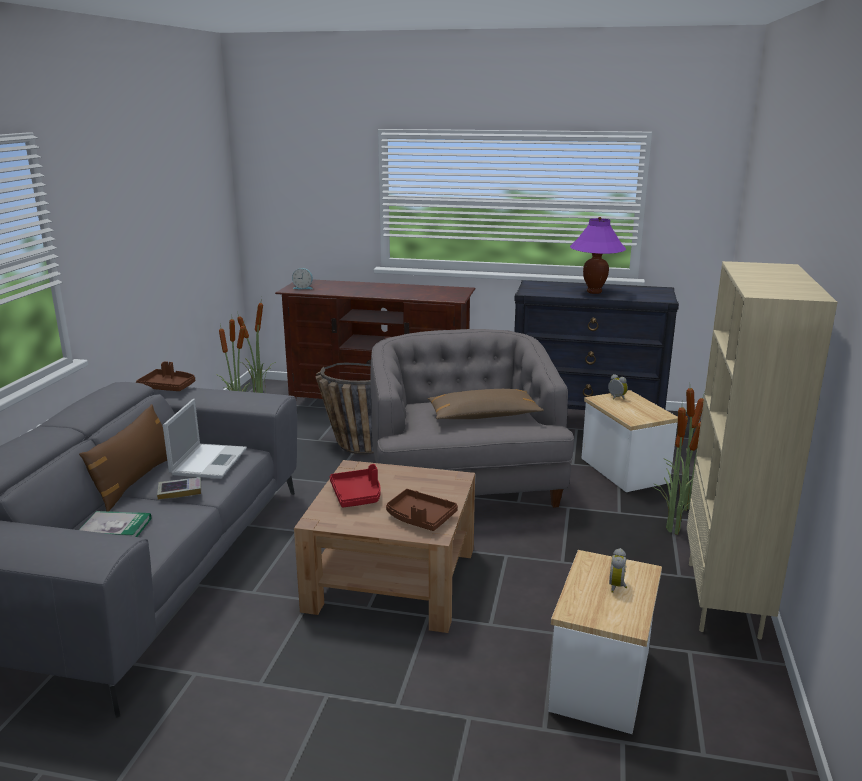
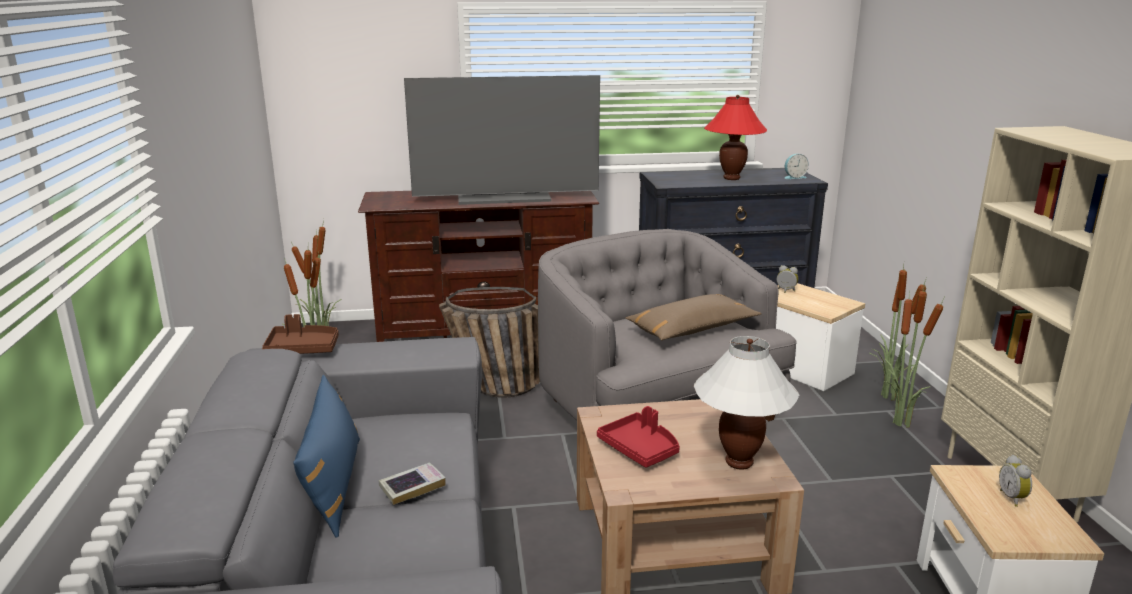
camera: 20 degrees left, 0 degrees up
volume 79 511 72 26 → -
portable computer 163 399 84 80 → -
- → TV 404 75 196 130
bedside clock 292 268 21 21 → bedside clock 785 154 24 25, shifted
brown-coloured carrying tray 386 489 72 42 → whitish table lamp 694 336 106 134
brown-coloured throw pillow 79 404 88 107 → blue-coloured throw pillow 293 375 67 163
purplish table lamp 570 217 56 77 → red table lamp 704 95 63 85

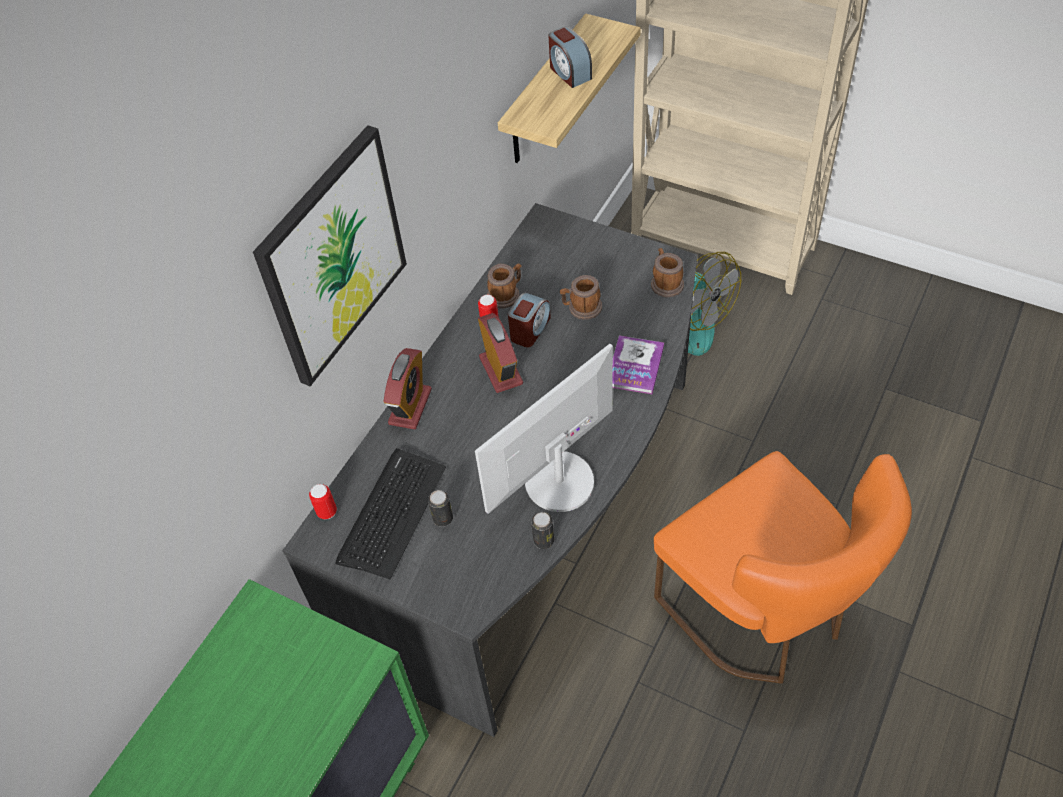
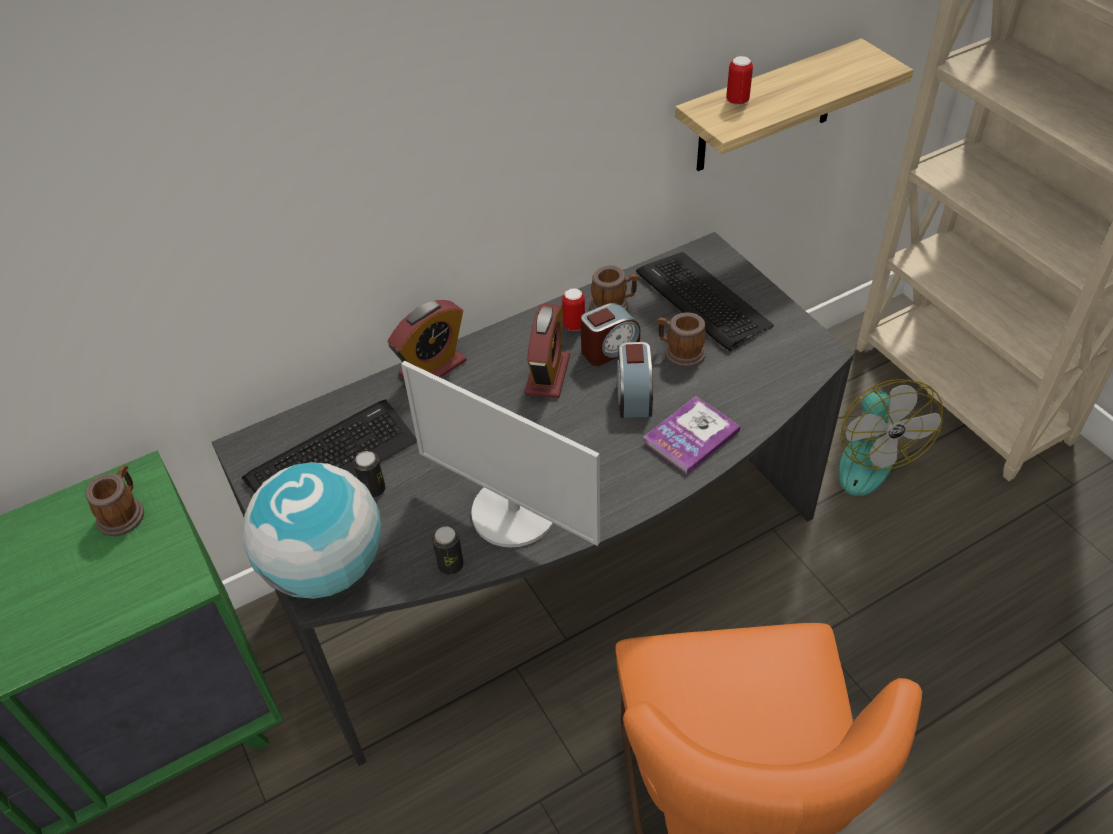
camera: 30 degrees right, 5 degrees down
wall picture 253 125 154 261 → -
- → world globe 243 462 139 137
- → keyboard 636 252 138 99
metal can 309 484 28 35 → metal can 726 56 27 49, shifted
bedside clock 548 27 44 61 → bedside clock 617 342 36 76, shifted
mug 651 248 33 49 → mug 86 465 58 71, shifted
computer display 475 344 138 170 → computer display 401 361 199 186, 135 degrees counterclockwise

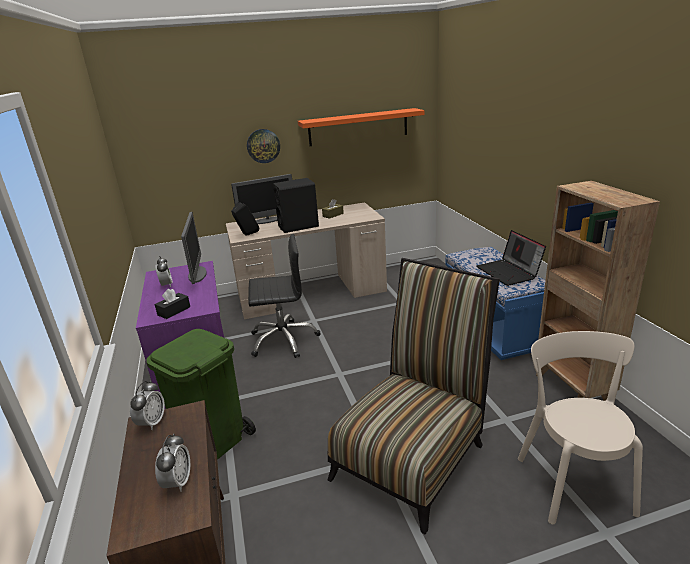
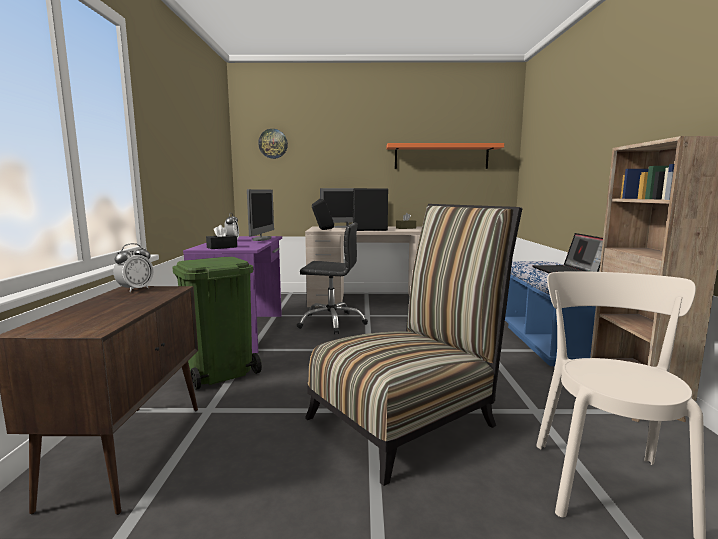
camera: 15 degrees right, 15 degrees down
bedside clock 155 434 35 58 → -
clock on the wall 247 129 33 34 → clock on the wall 258 129 30 30, shifted

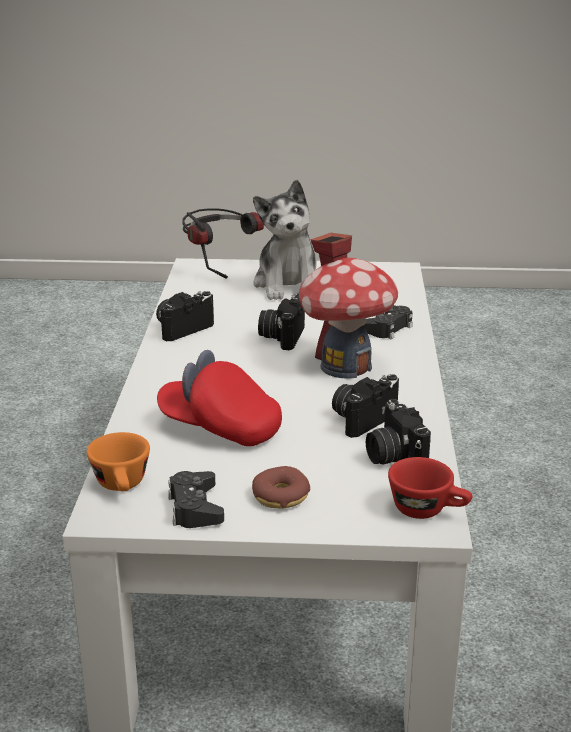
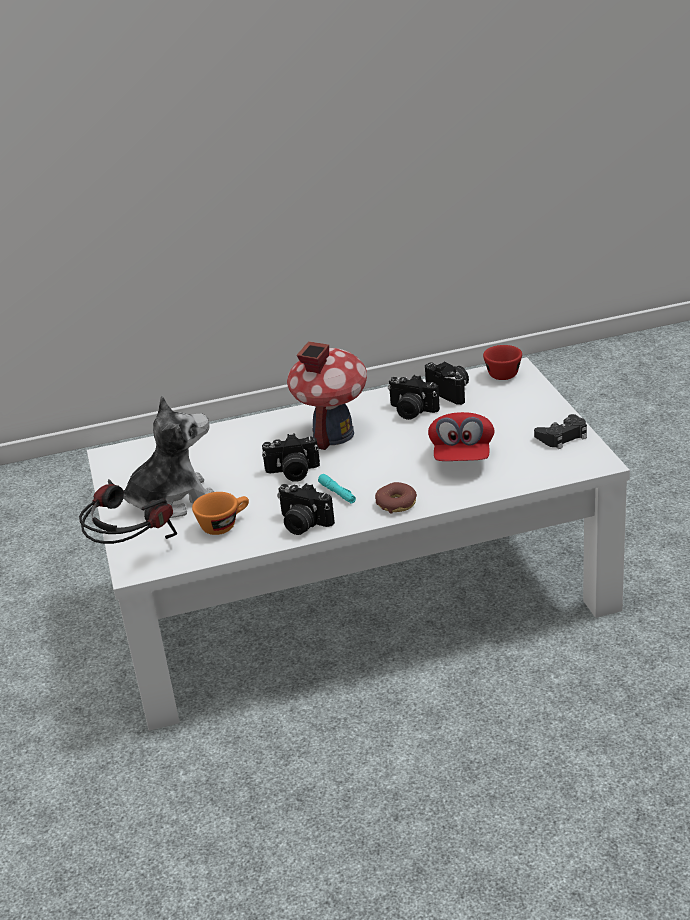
camera: 105 degrees left, 5 degrees up
blackish gamepad 364 305 49 34 → -
- → turquoise-coloured hand torch 318 474 38 30
orange drinking cup 87 432 63 59 → orange drinking cup 192 492 57 43, shifted
doughnut 252 466 58 43 → doughnut 375 482 42 32, shifted
still camera 366 399 65 65 → still camera 425 362 44 43, 90 degrees counterclockwise

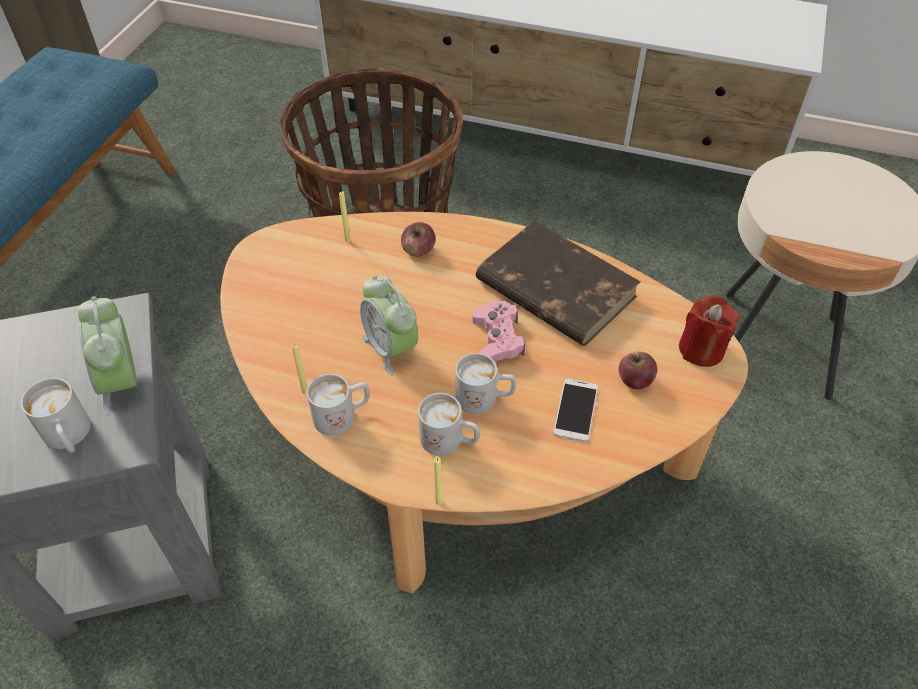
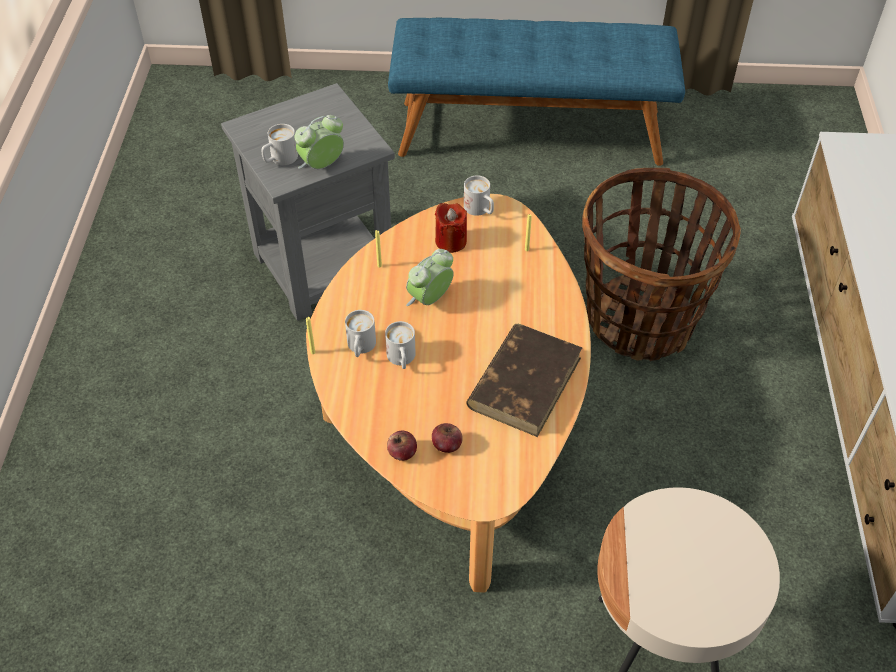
camera: 75 degrees right, 0 degrees up
pinkish gamepad 472 301 53 61 → -
telephone 553 379 45 63 → -
whitish mug 307 374 63 62 → whitish mug 464 175 30 41, shifted
apple 401 222 35 35 → apple 387 431 30 30, shifted
red candle 679 295 61 72 → red candle 435 203 32 50, shifted

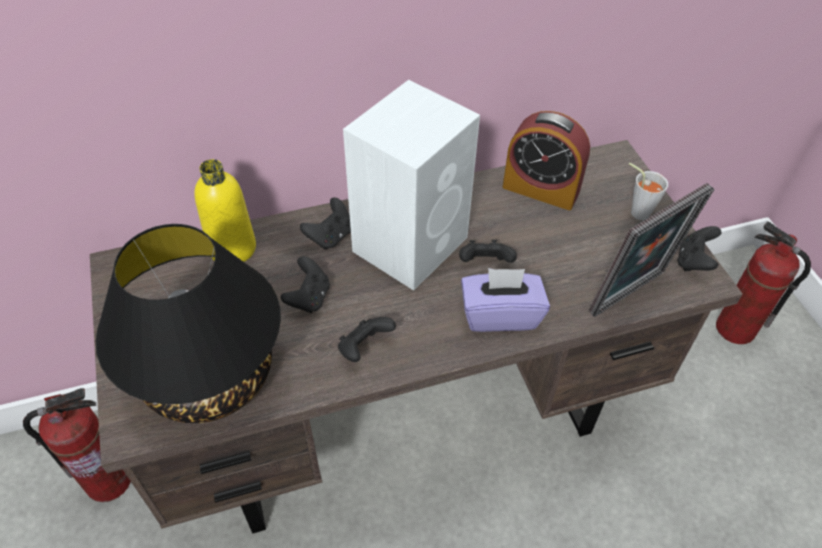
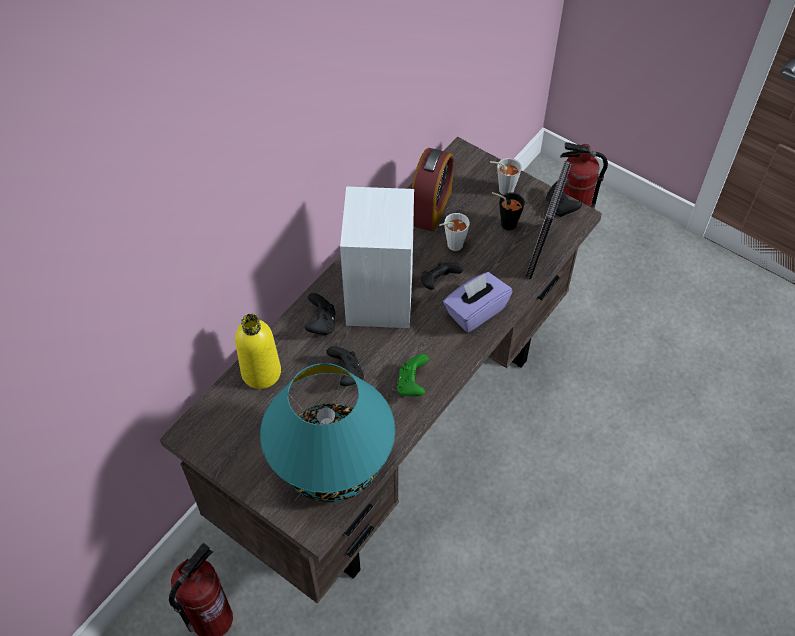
camera: 35 degrees left, 5 degrees up
- → whitish drinking cup 439 213 31 38
- → blackish drinking cup 492 192 33 38
blackish table lamp 96 224 185 199 → turquoise-coloured table lamp 260 363 135 139
blackish gamepad 338 317 58 45 → greenish gamepad 397 354 32 42
bedside clock 503 111 87 99 → bedside clock 412 148 42 84, 60 degrees counterclockwise

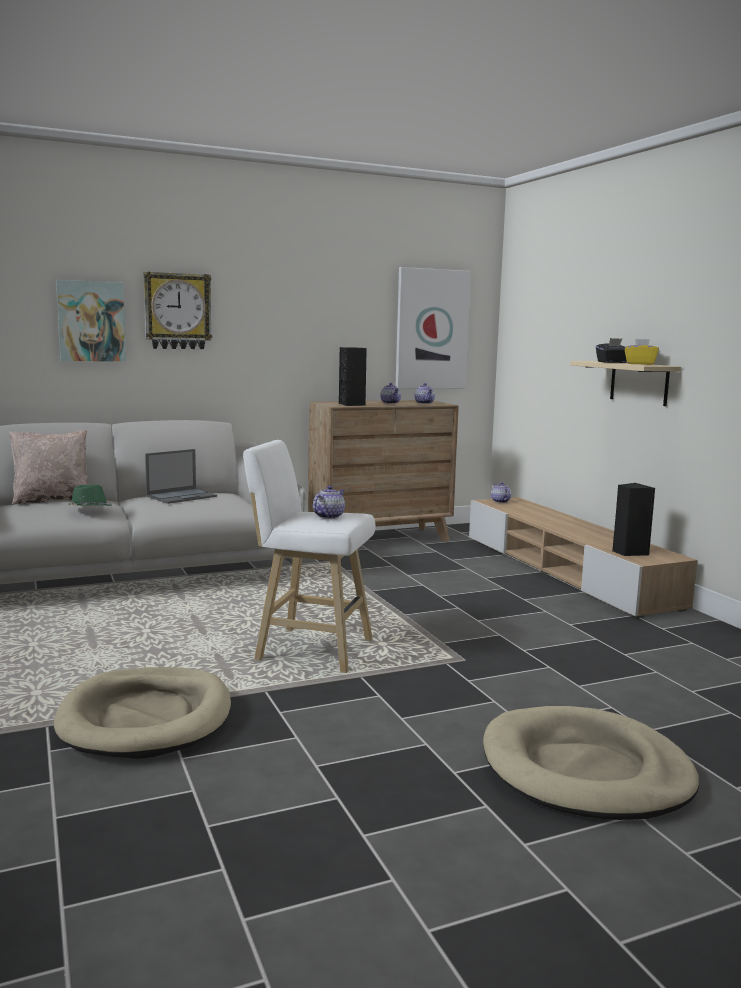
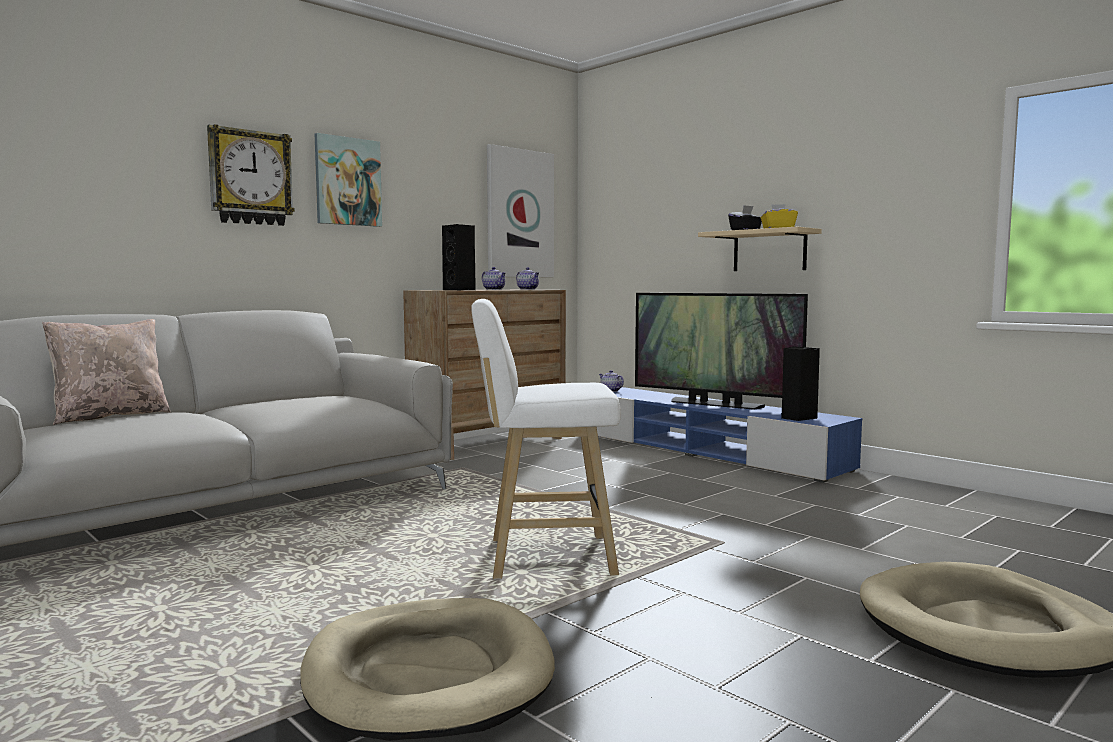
camera: 20 degrees left, 5 degrees down
greenish wearable hat 68 485 43 21 → -
portable computer 145 449 72 55 → -
teapot 313 486 32 33 → -
- → TV 635 293 173 117
wall picture 56 280 70 82 → wall picture 315 133 67 94, shifted
sand-coloured tv unit 469 497 229 121 → blue-coloured tv unit 597 387 265 96

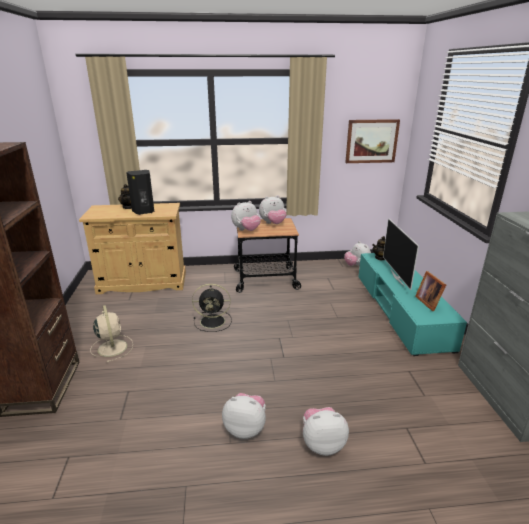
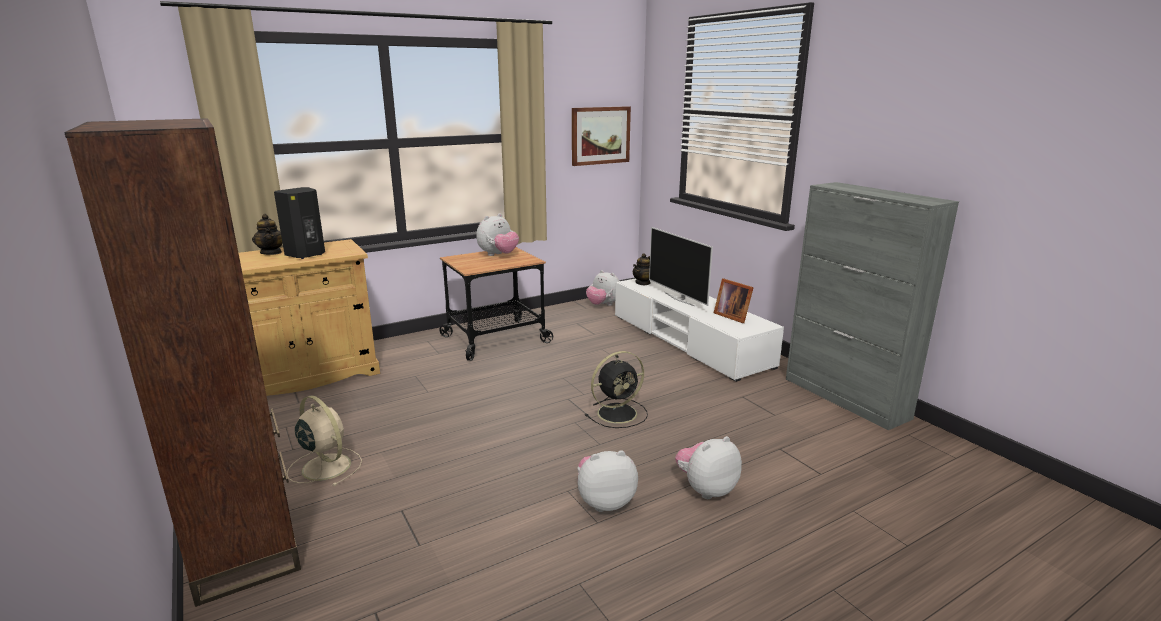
camera: 25 degrees left, 5 degrees down
plush toy 231 201 30 30 → -
blackish cooling fan 192 284 40 48 → blackish cooling fan 585 351 63 77, shifted
turquoise-coloured tv unit 358 253 109 103 → whitish tv unit 615 278 169 104

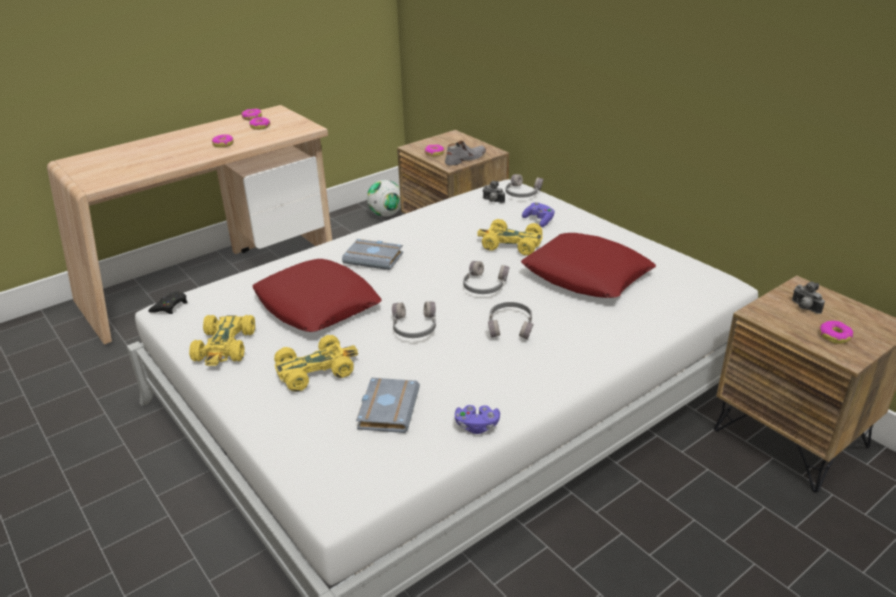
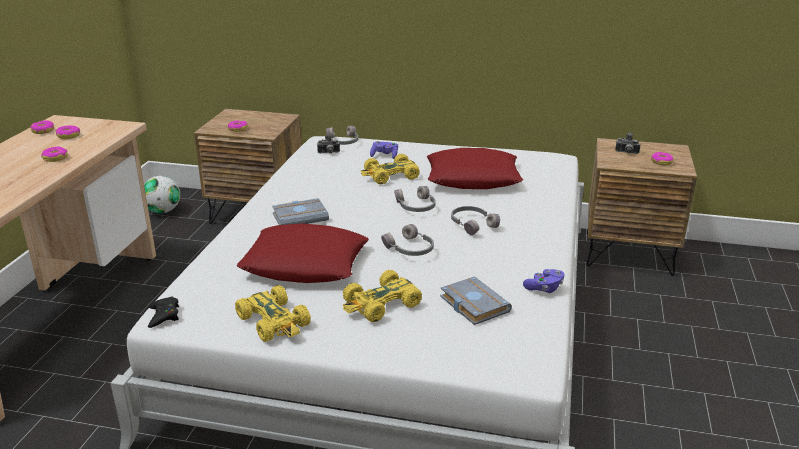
camera: 40 degrees left, 5 degrees down
grey shoe 445 141 41 24 → -
yellowish miniature car 274 335 84 57 → yellowish miniature car 343 270 79 52, 150 degrees counterclockwise

